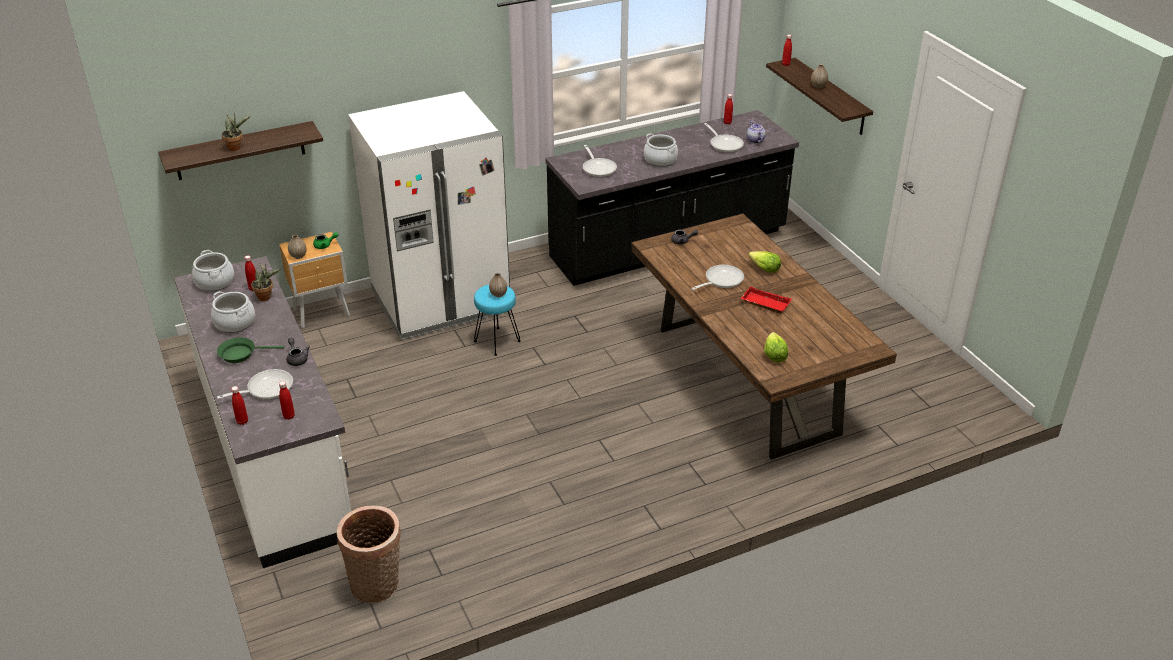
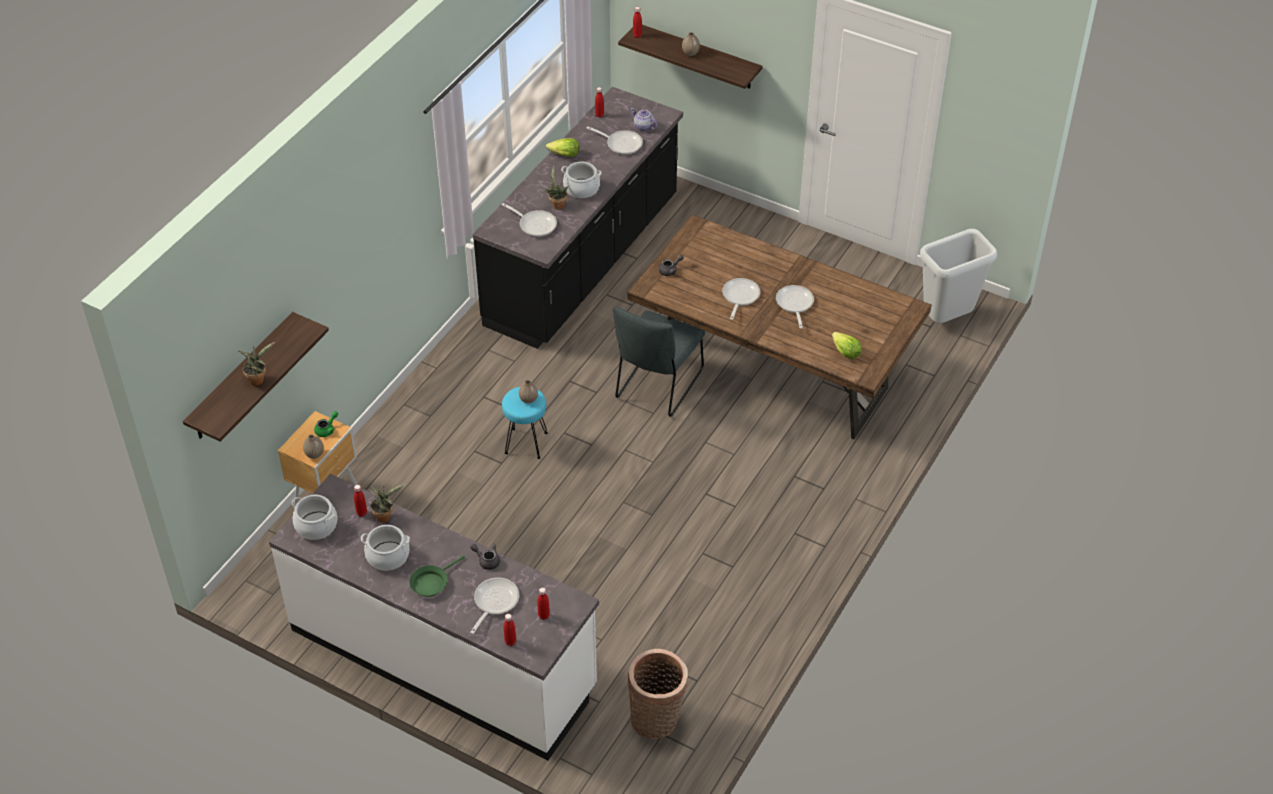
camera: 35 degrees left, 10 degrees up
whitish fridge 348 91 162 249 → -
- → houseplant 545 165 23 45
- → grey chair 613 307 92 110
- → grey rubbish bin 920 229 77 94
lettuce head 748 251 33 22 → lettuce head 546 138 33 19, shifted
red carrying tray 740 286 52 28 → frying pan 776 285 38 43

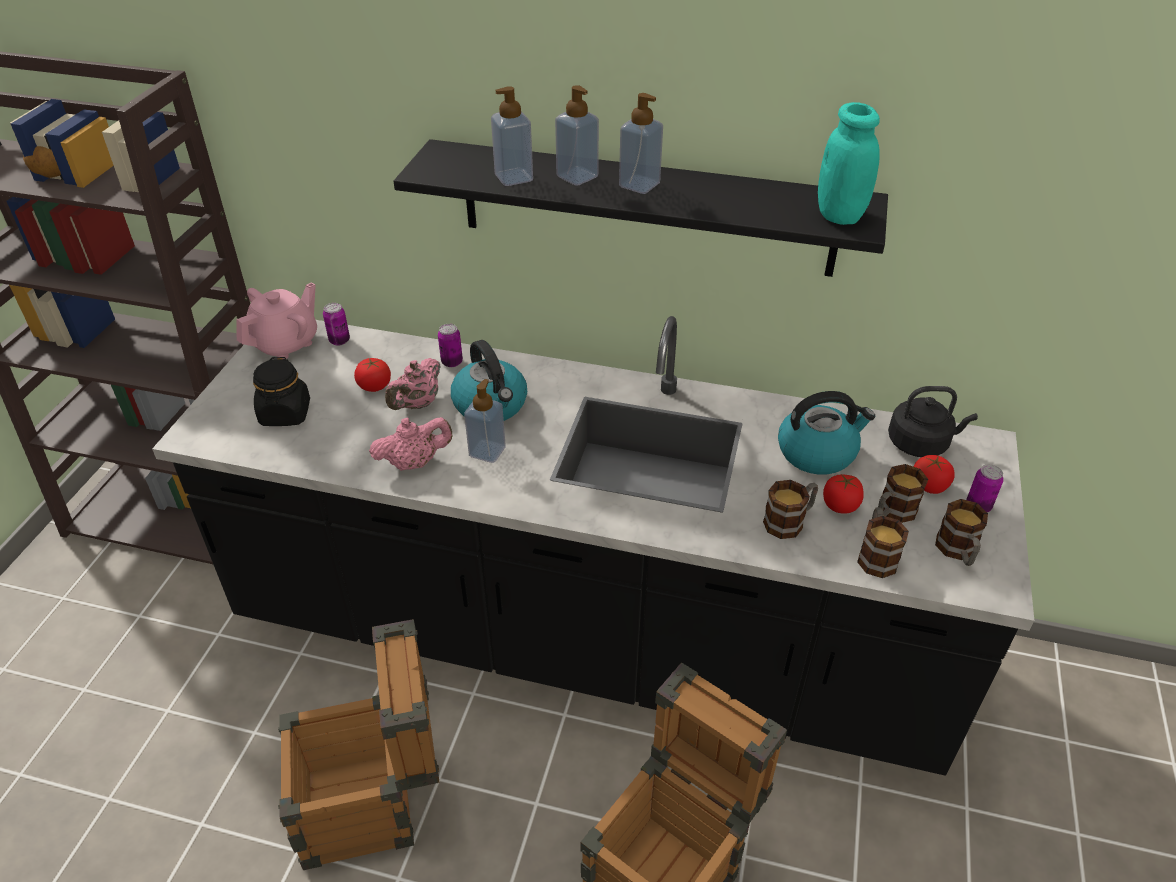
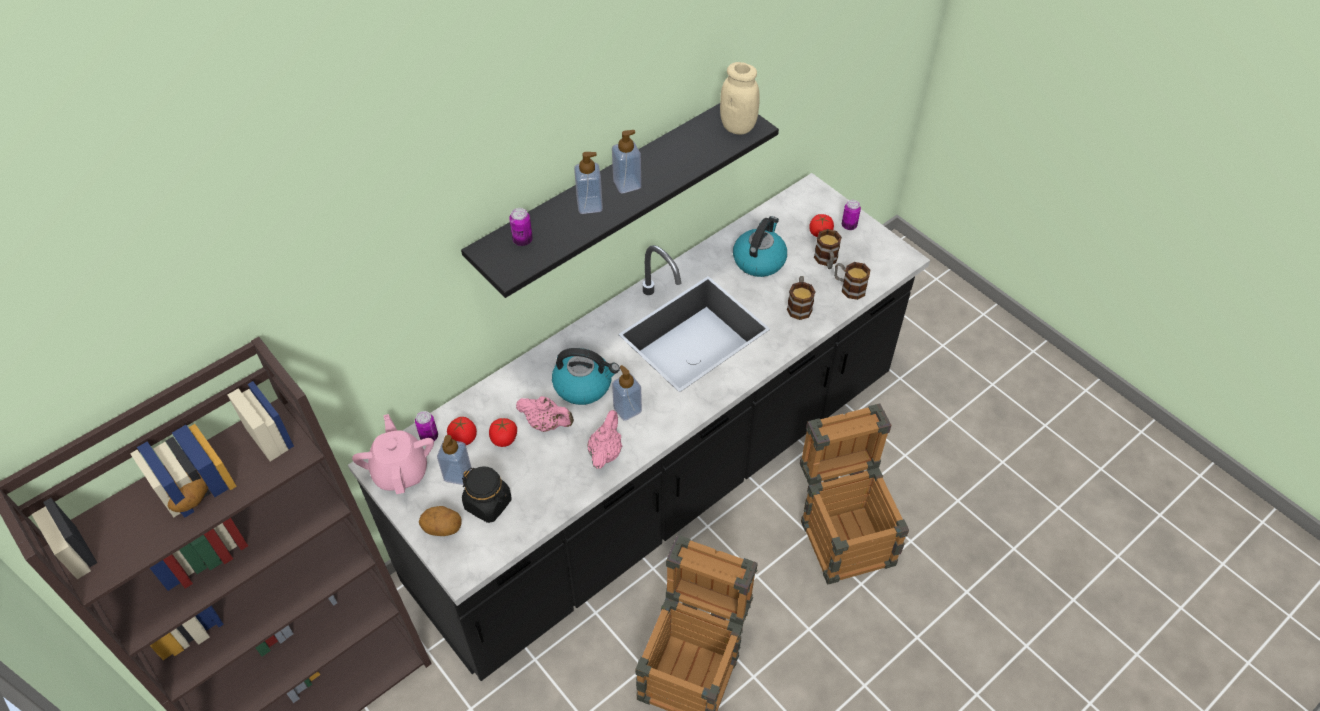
camera: 55 degrees left, 10 degrees up
blackish water kettle 888 386 90 71 → -
mug 935 499 53 67 → -
- → potato 419 506 43 30
metal can 438 324 25 43 → metal can 509 208 24 38, shifted
soap dispenser 491 86 42 100 → soap dispenser 437 435 34 50, shifted
whole tomato 823 474 41 40 → whole tomato 447 417 30 28, shifted
turquoise-coloured preserve jar 818 102 62 123 → sand-coloured preserve jar 720 62 40 73
pinkish teapot 385 358 56 52 → pinkish teapot 516 396 58 36, 45 degrees counterclockwise

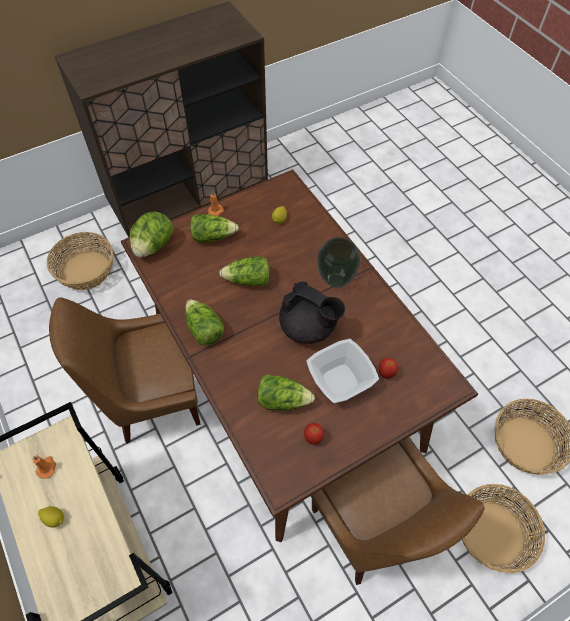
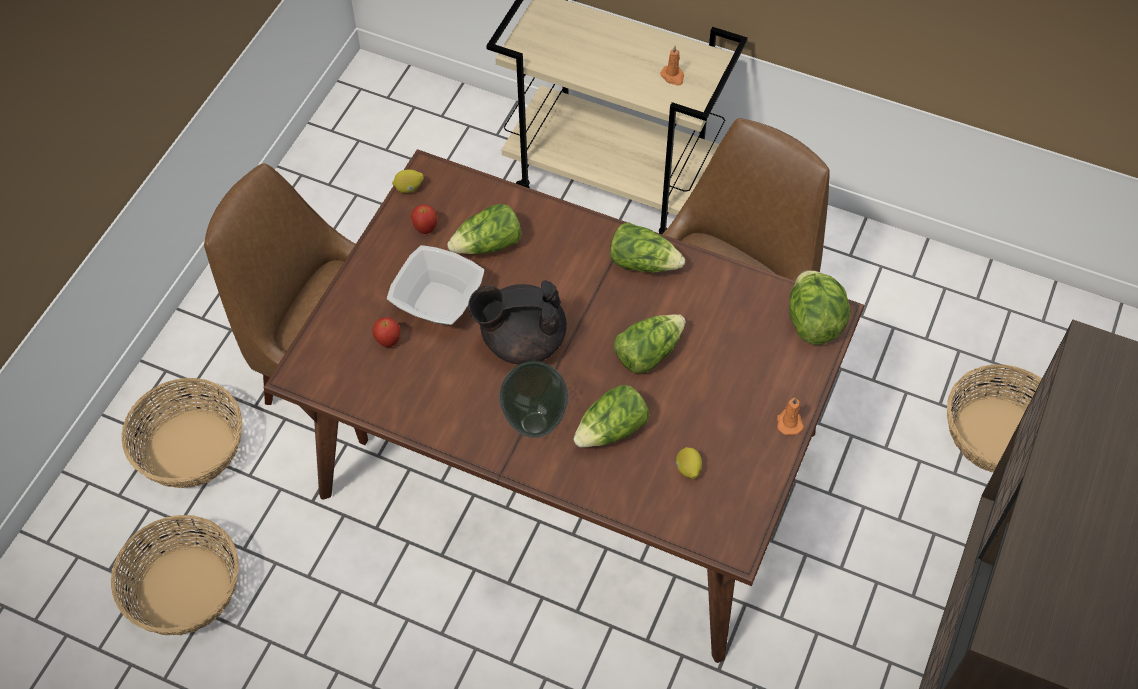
camera: 145 degrees right, 0 degrees up
lemon 38 506 26 22 → lemon 392 170 32 23, shifted
lettuce head 190 214 49 29 → lettuce head 573 385 76 62, shifted

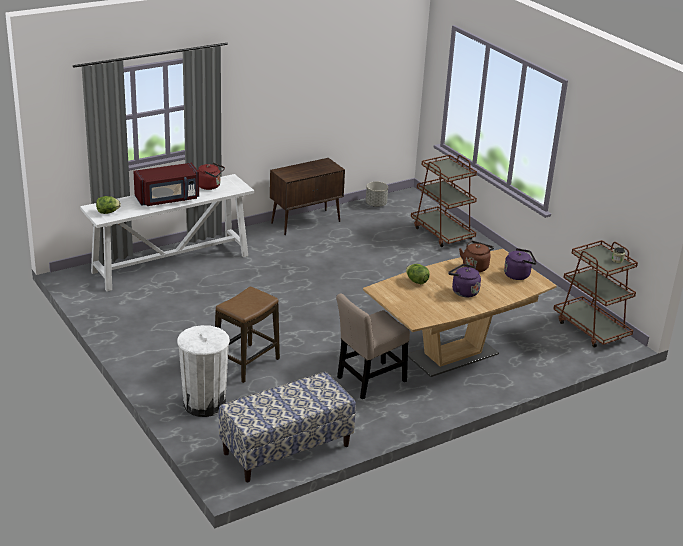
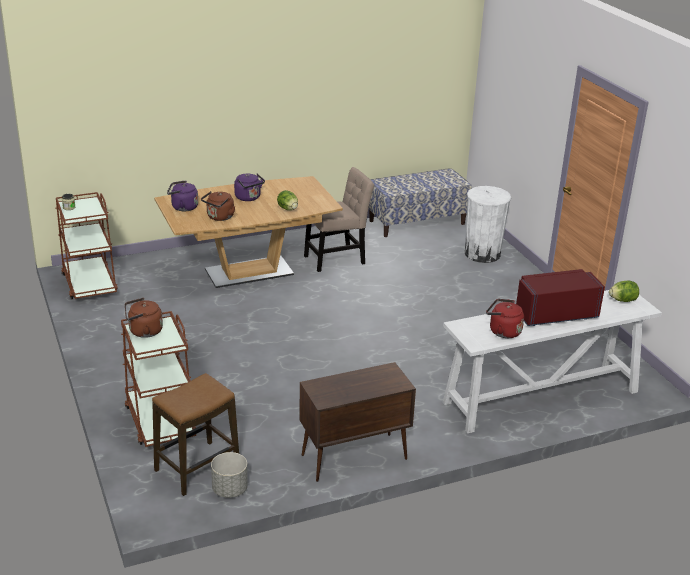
camera: 170 degrees left, 0 degrees up
- → brown-coloured water kettle 125 298 38 40
stool seat 215 286 65 97 → stool seat 152 373 87 123, shifted

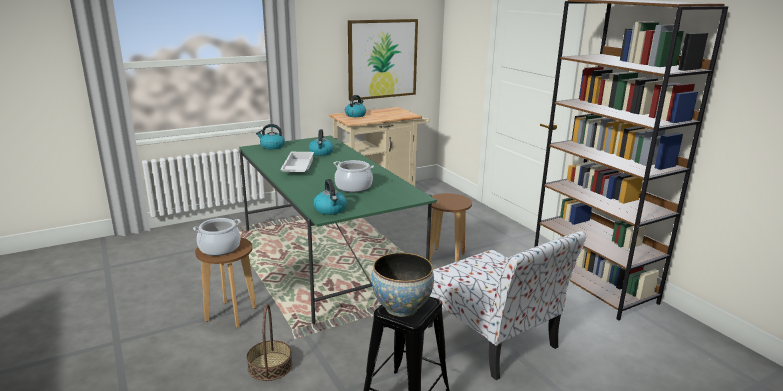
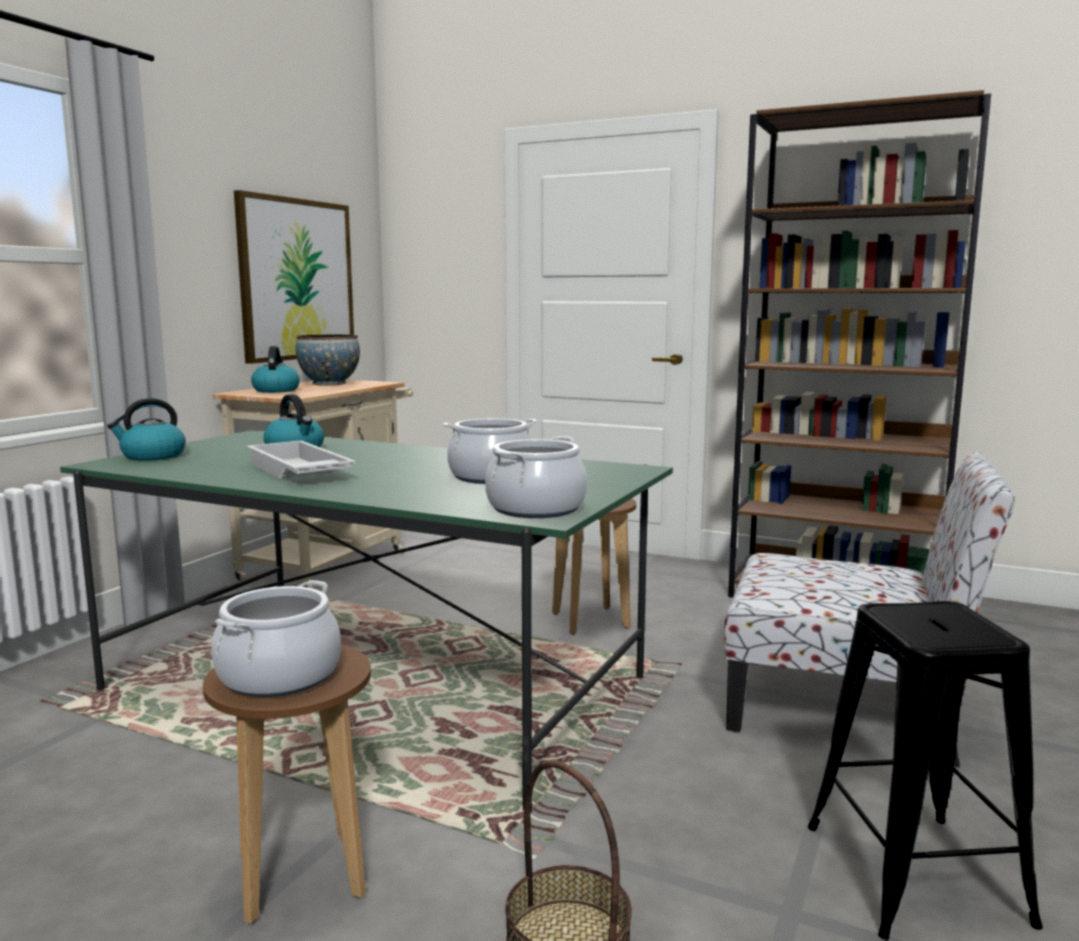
camera: 35 degrees left, 10 degrees down
serving bowl 372 253 62 64 → serving bowl 296 334 64 51, shifted
water kettle 313 179 34 36 → stockpot 485 436 102 82

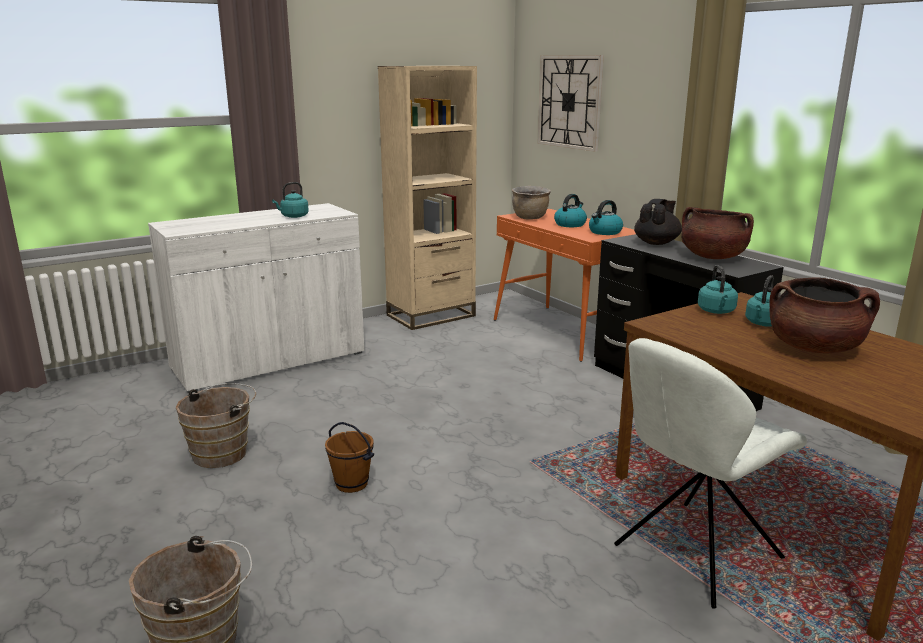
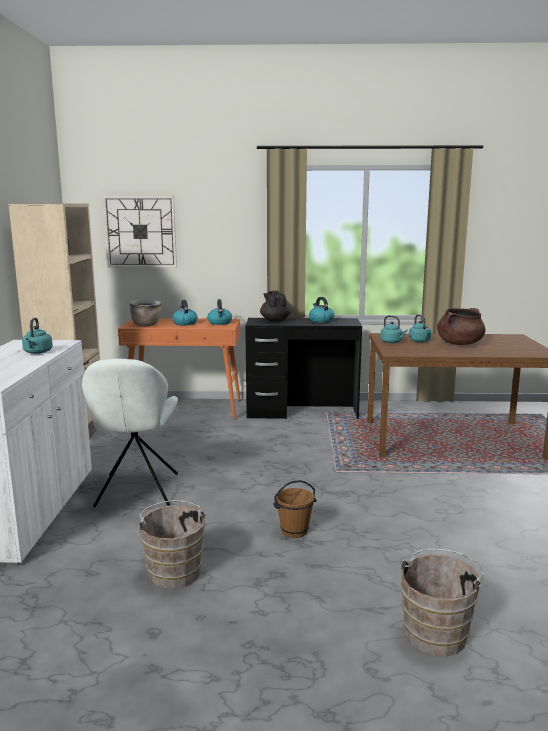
camera: 55 degrees left, 5 degrees down
whitish chair 614 338 193 271 → whitish chair 82 359 96 148, shifted
brown-coloured stockpot 682 207 72 52 → water kettle 309 297 25 26

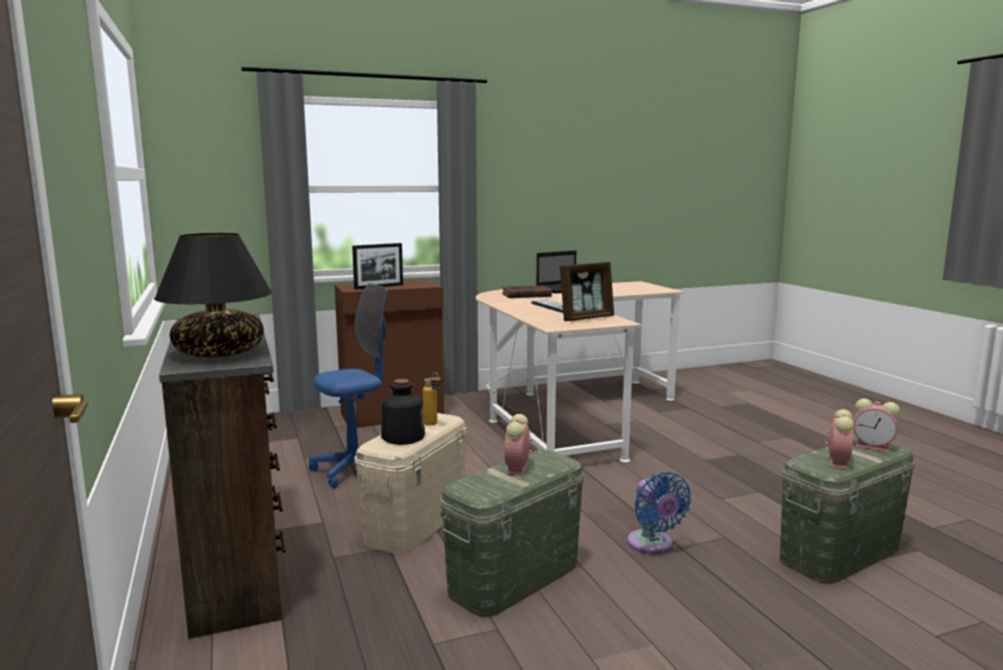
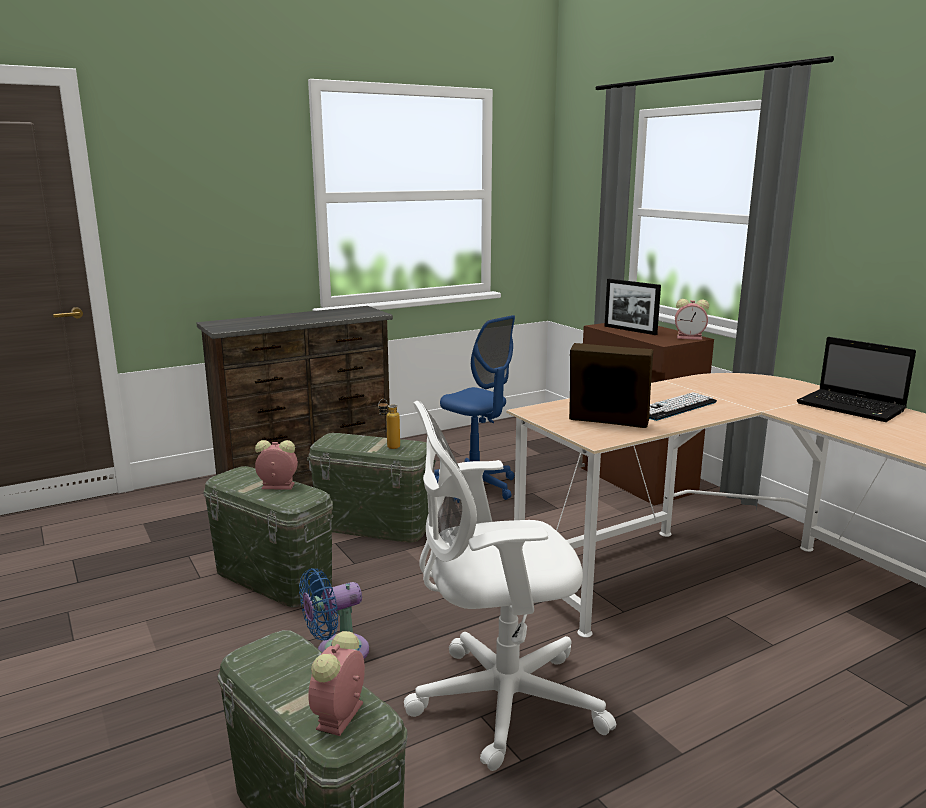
camera: 80 degrees right, 5 degrees up
blackish table lamp 154 233 118 124 → -
bottle 381 379 44 66 → -
brown-coloured volume 502 285 50 13 → -
- → whitish desk chair 404 401 212 370
bedside clock 825 409 29 61 → bedside clock 675 299 34 41, shifted
sand-coloured storage box 354 413 113 141 → greenish storage box 307 433 129 110
photo frame 560 262 54 59 → photo frame 569 343 84 85, 150 degrees clockwise

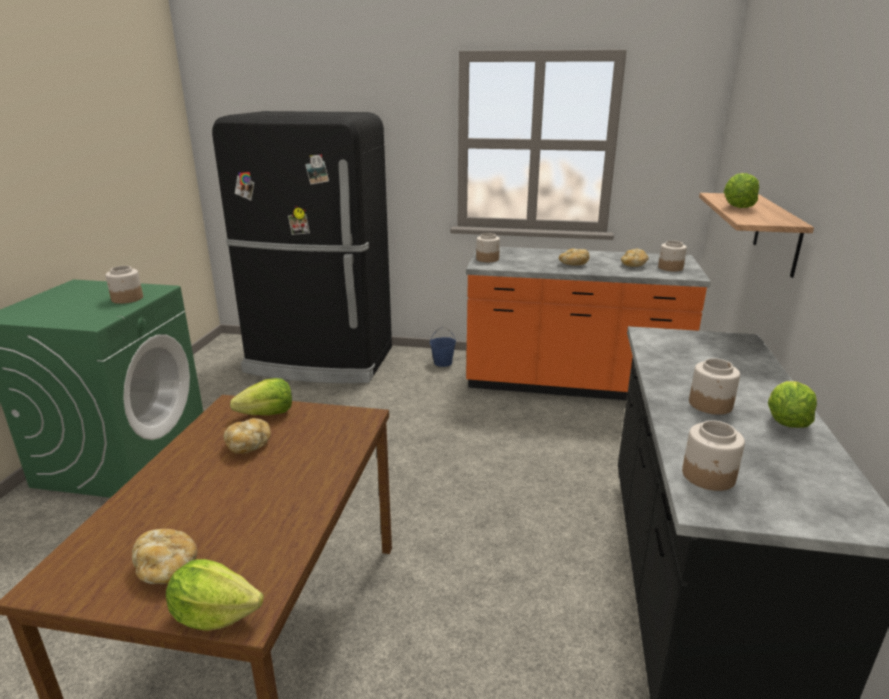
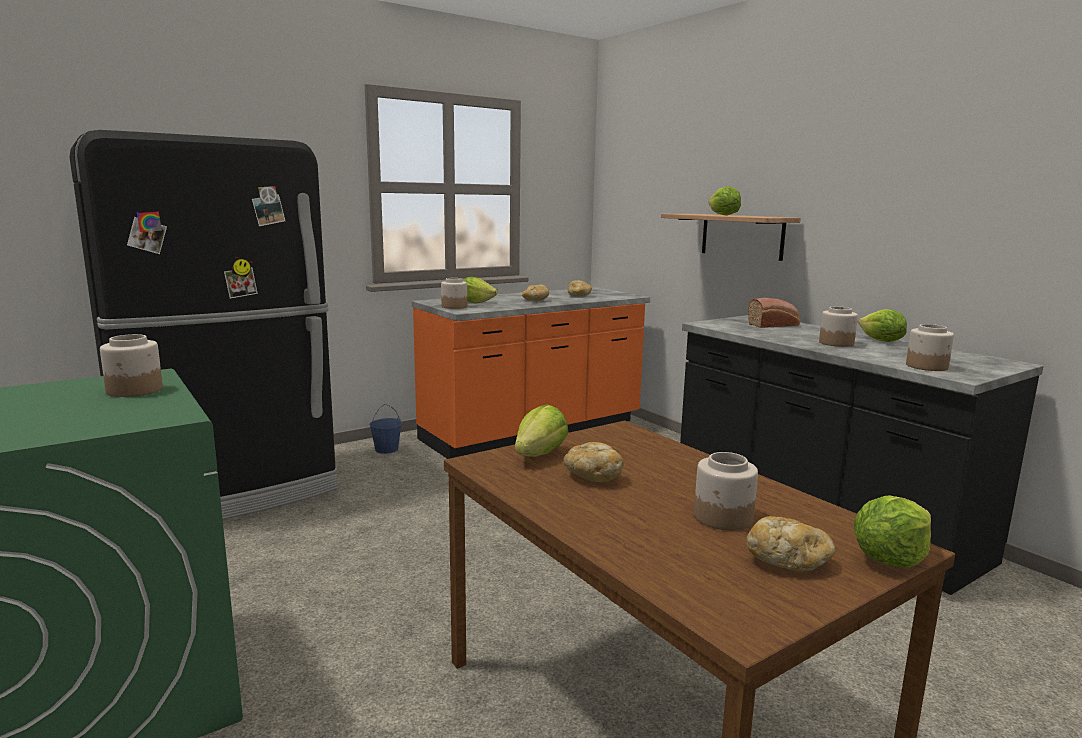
camera: 45 degrees left, 10 degrees down
- → lettuce head 463 277 35 27
- → baked bread 748 297 52 31
preserve jar 658 240 29 31 → preserve jar 694 452 64 79, shifted

